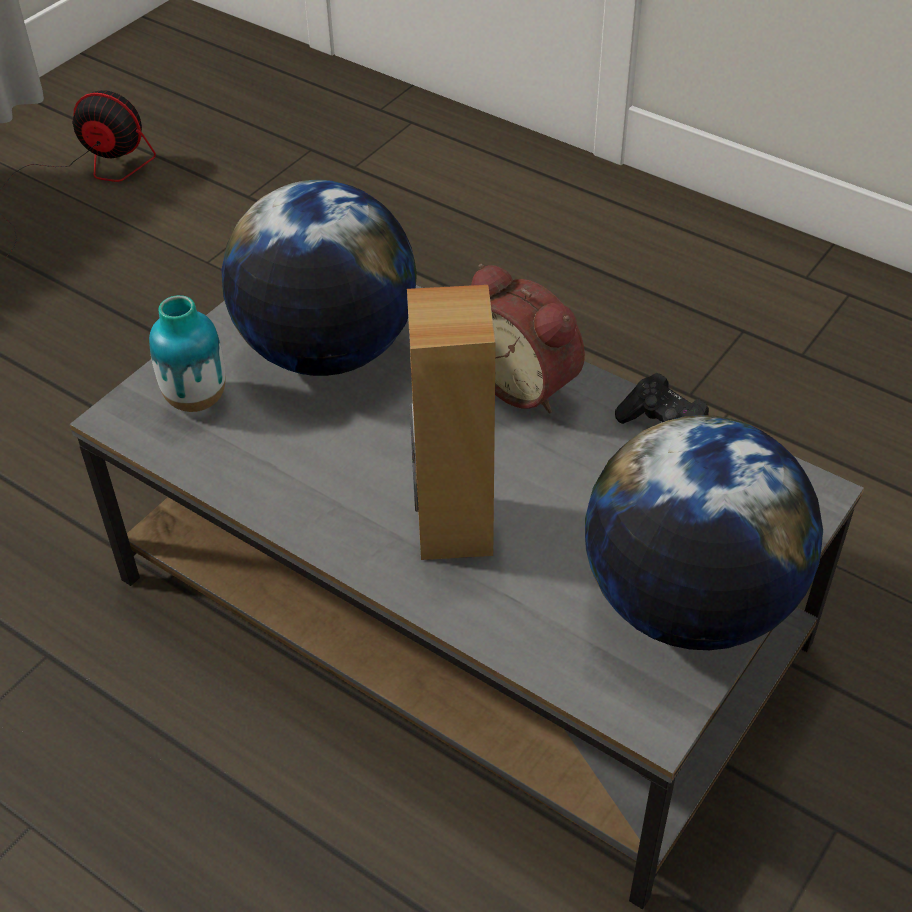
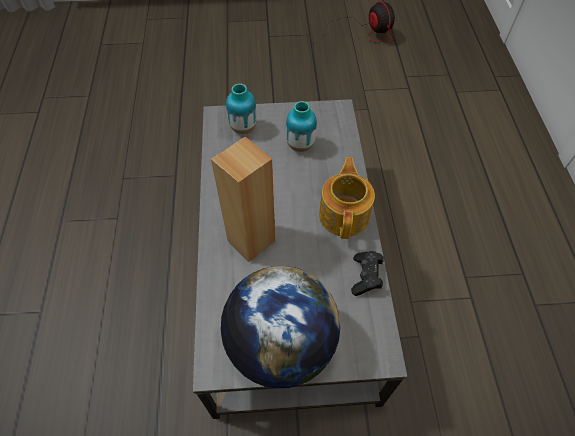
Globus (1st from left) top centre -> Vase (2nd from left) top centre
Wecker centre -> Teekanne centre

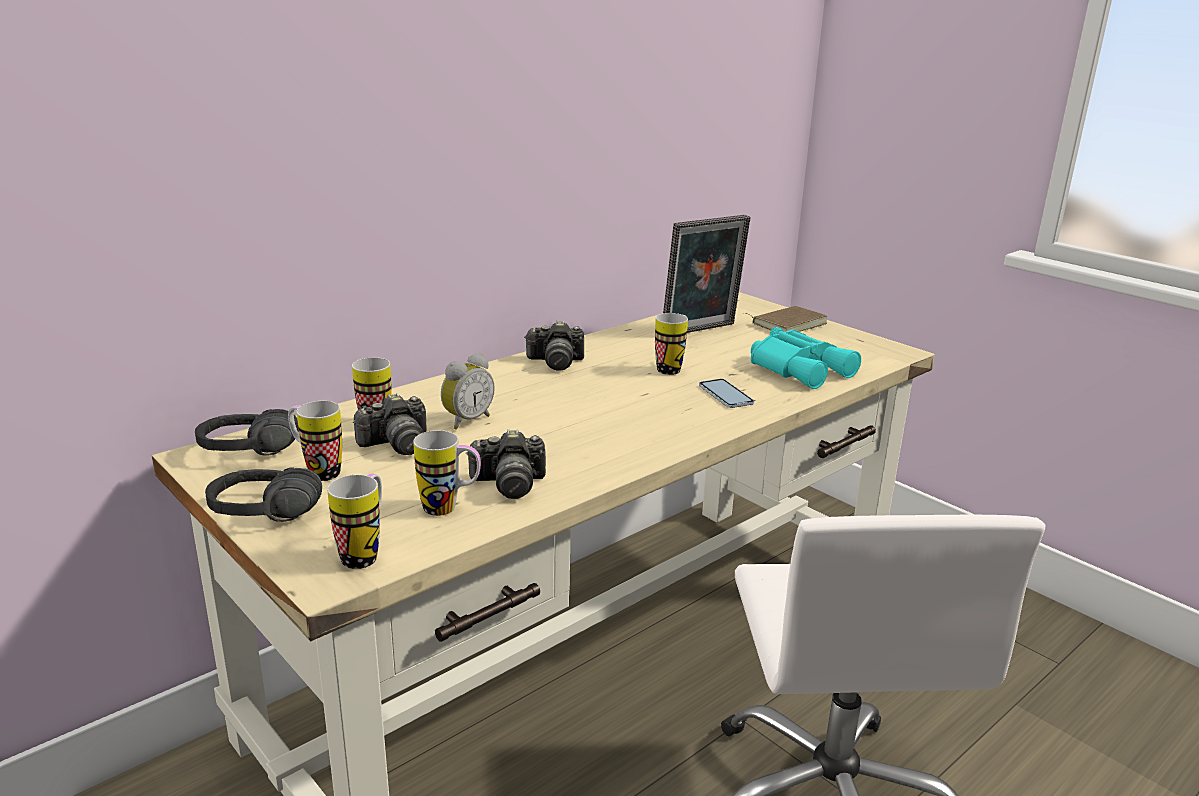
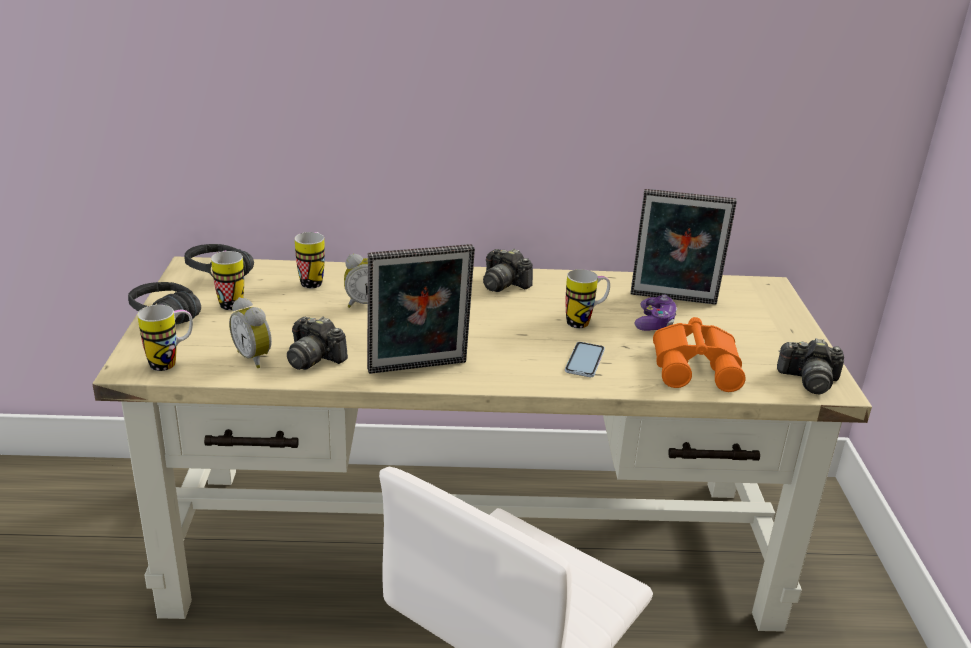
Buch/braun centre -> none
none -> Bilderrahmen (1st from left) centre
none -> Gamepad middle right
Kamera (1st from left in the first image) middle left -> Kamera (3rd from left) middle right, moved
Henkelbecher (4th from left) centre -> Wecker (1st from left) middle left
Fernglas/türkis middle right -> Fernglas/orange middle right

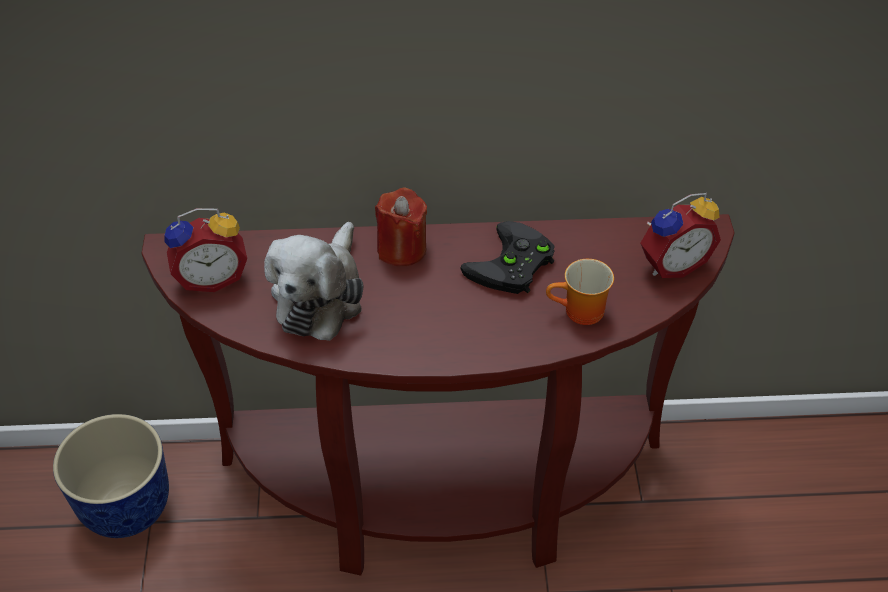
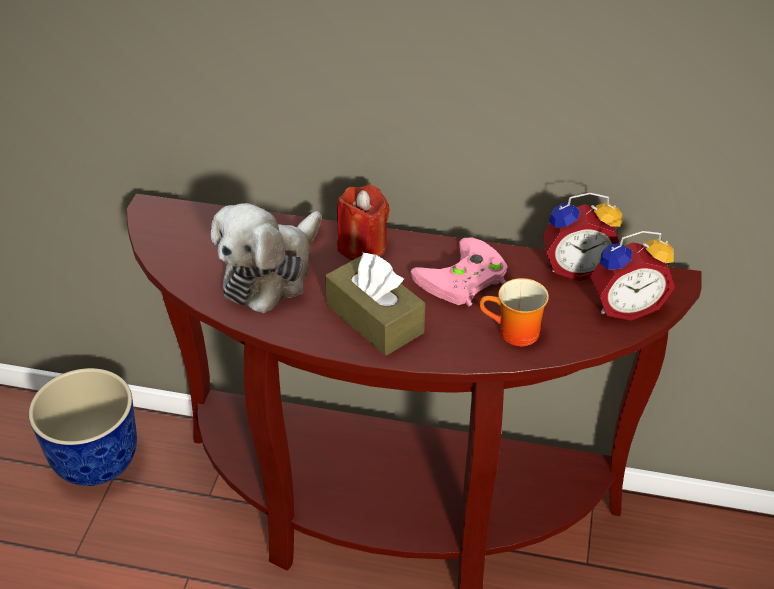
none -> Taschentuchbox/braun centre
Wecker (1st from left) middle left -> Wecker (1st from left) middle right, moved
Gamepad/schwarz centre -> Gamepad/rosa centre

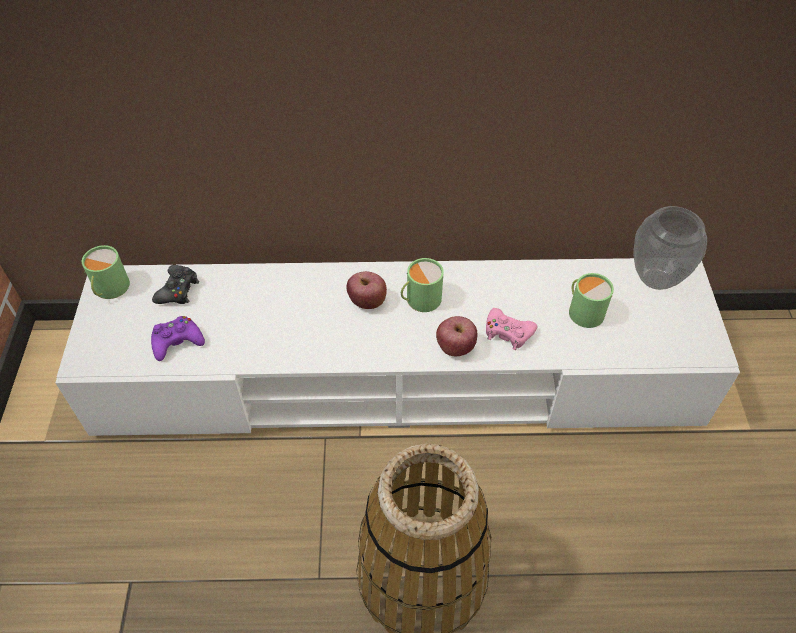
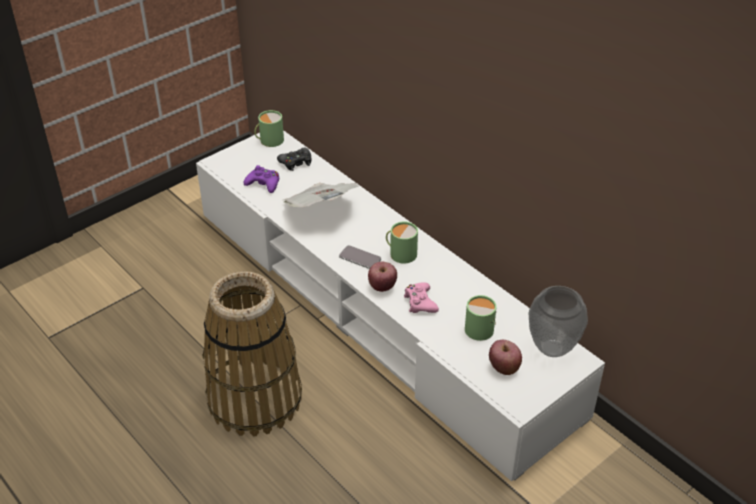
none -> Zeitung centre
none -> Handy centre
Apfel (1st from left in the first image) centre -> Apfel (2nd from left) bottom right, moved

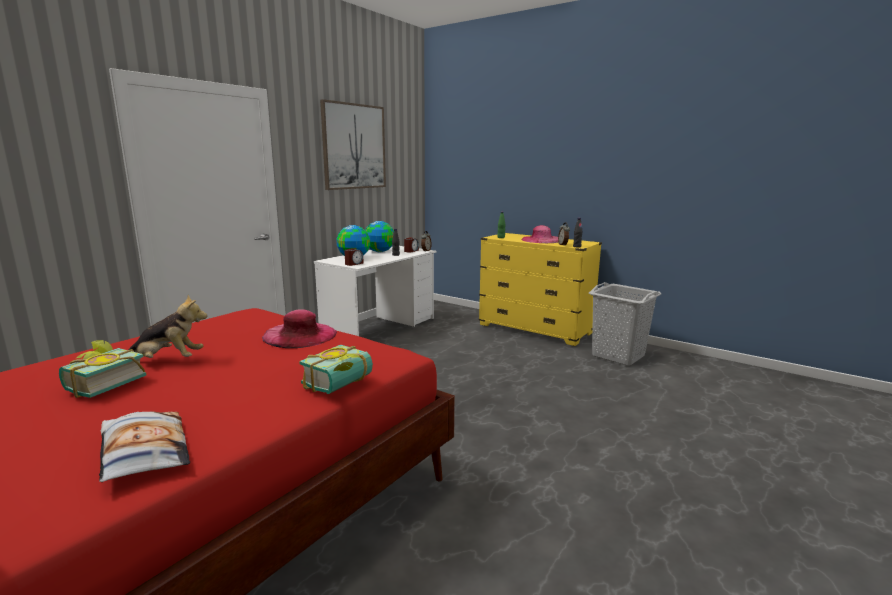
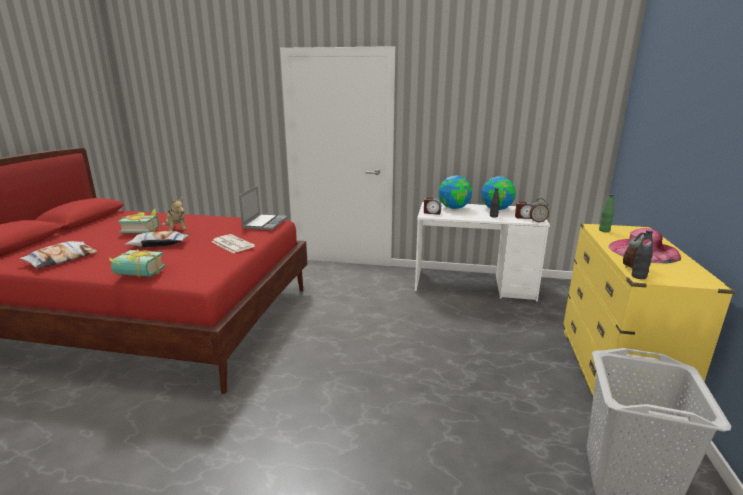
Bild top centre -> none
none -> Kissen (2nd from left) middle left
none -> Laptop centre
Hut/rosa (1st from left) centre -> Zeitung middle left

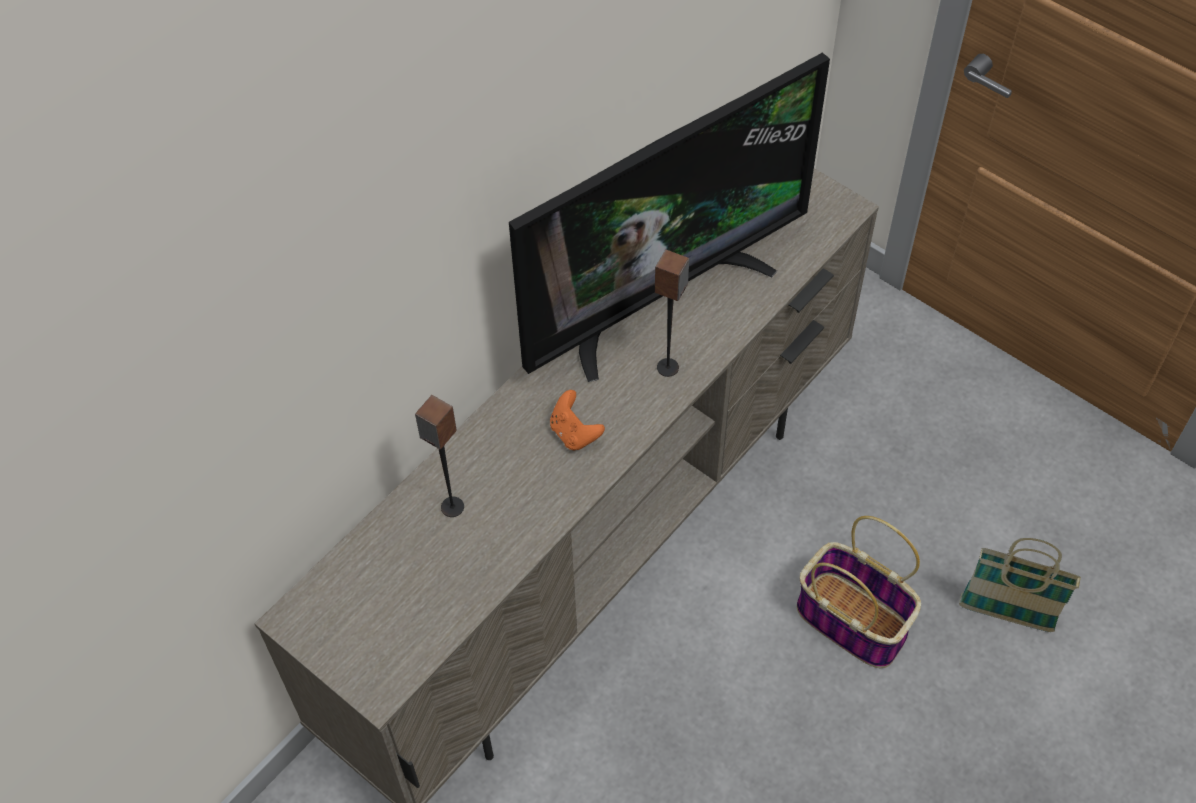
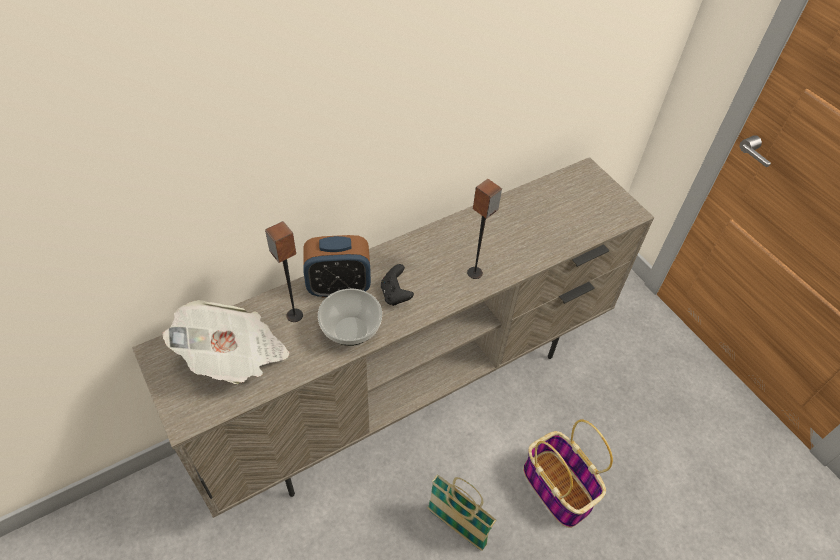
Fernseher top centre -> none
none -> Zeitung middle left
none -> Wecker centre
none -> Schüssel centre
Korb (2nd from left in the first image) bottom right -> Korb (1st from left) bottom centre, moved
Gamepad/orange centre -> Gamepad/schwarz centre

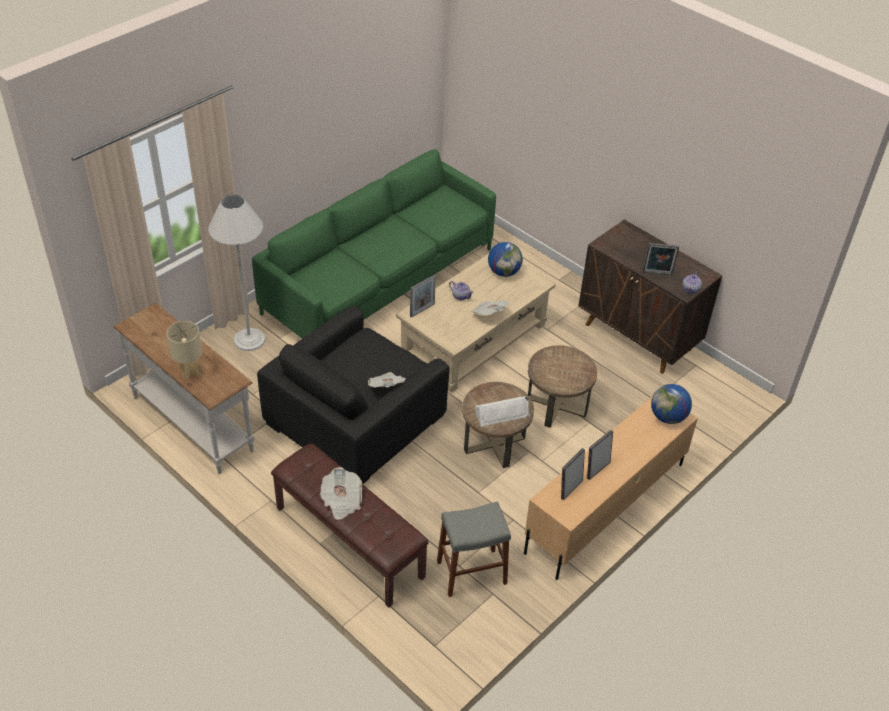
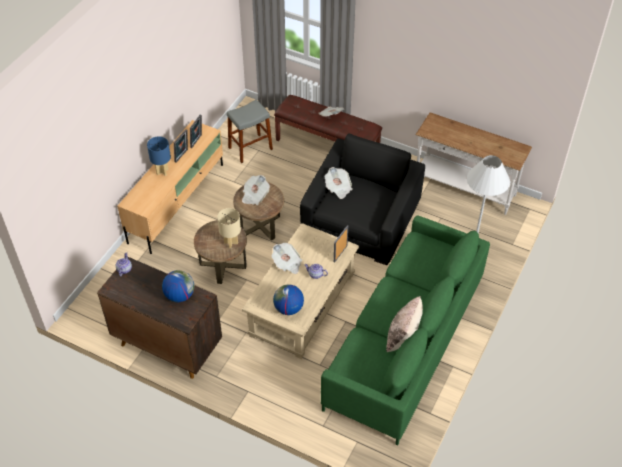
Bilderrahmen (4th from left) middle right -> none
none -> Tischlampe/blau middle left
none -> Kissen/beige bottom centre
Tischlampe/beige middle left -> Tischlampe/beige centre, moved
Globus (2nd from left in the first image) middle right -> Globus (1st from left) middle left, moved
Lautsprecher/weiß centre -> Zeitung (1st from left) centre

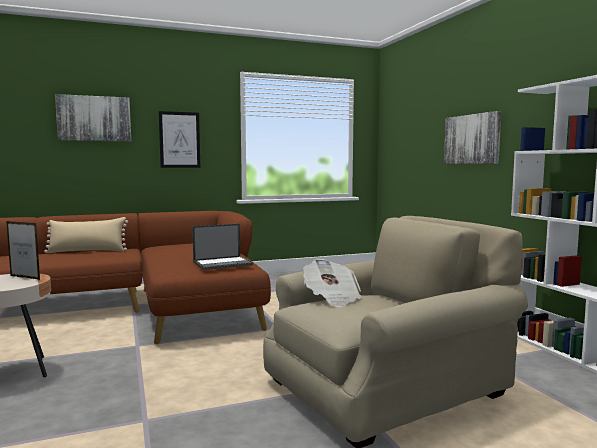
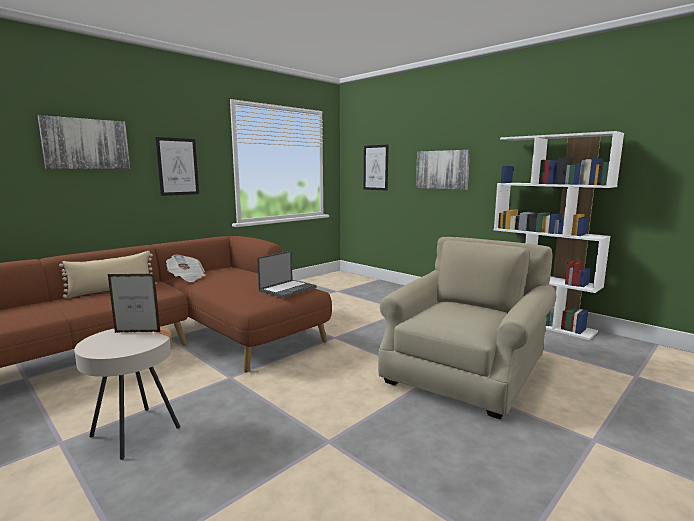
none -> Bild (3rd from left) top centre
Zeitung centre -> Zeitung middle left, moved

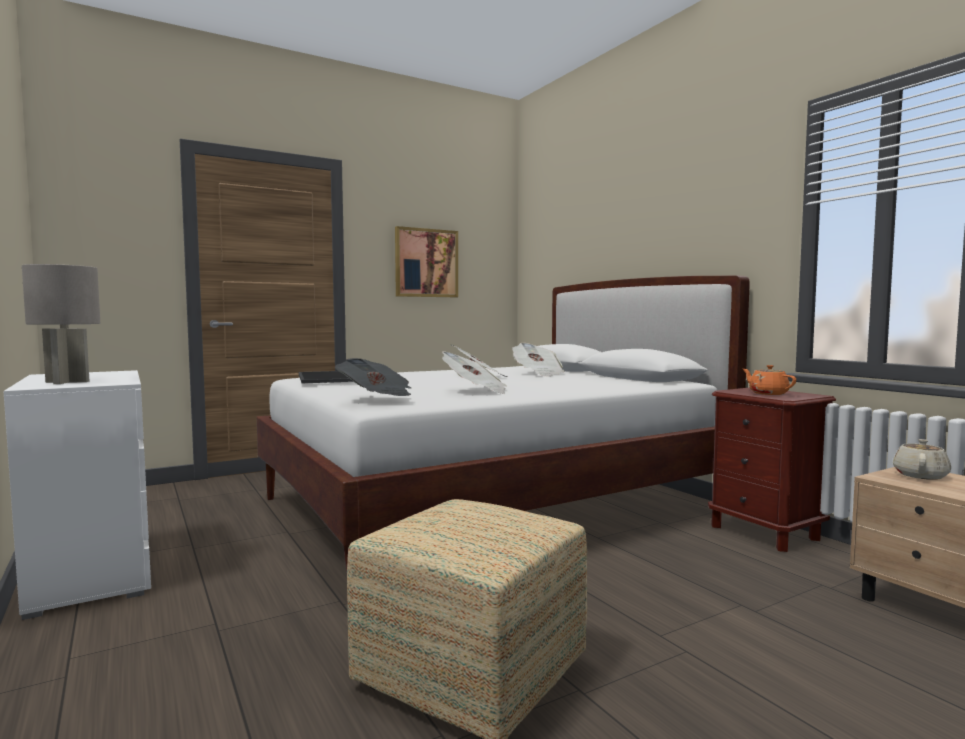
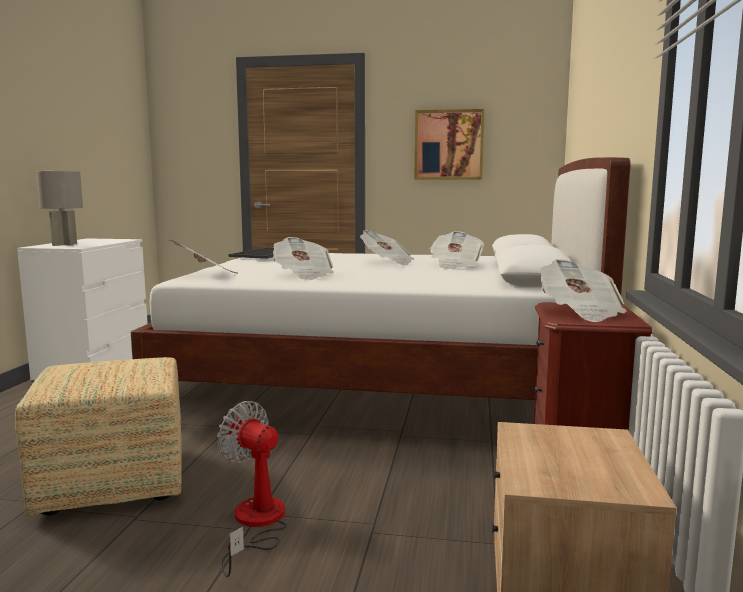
Teekanne/beige middle right -> none
none -> Ventilator bottom centre
Teekanne/orange middle right -> Zeitung (5th from left) middle right

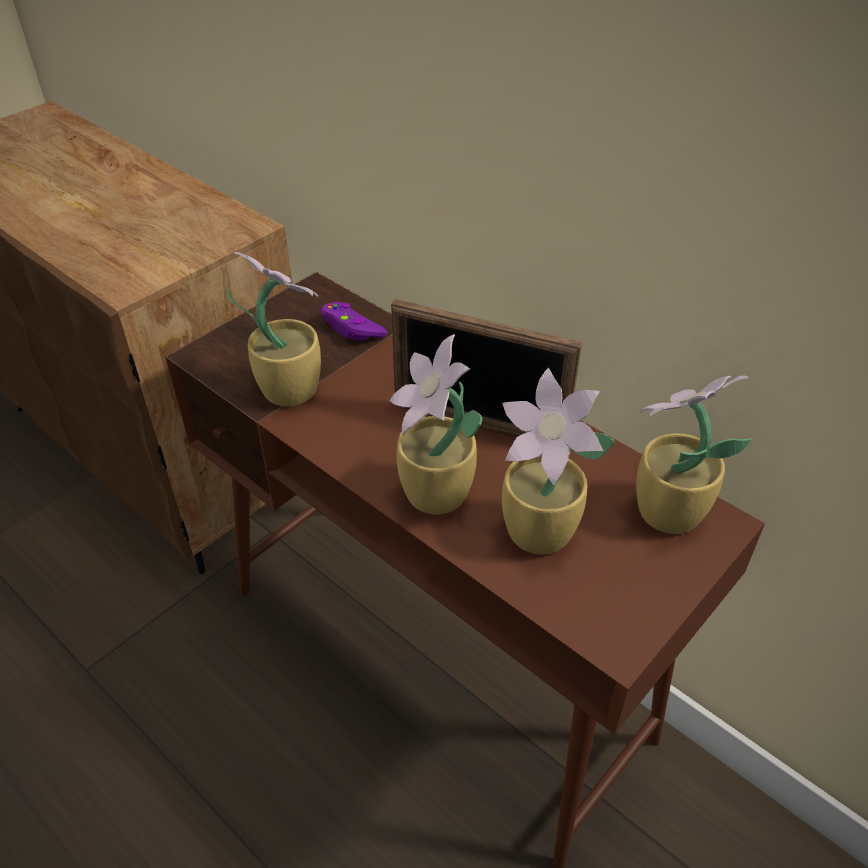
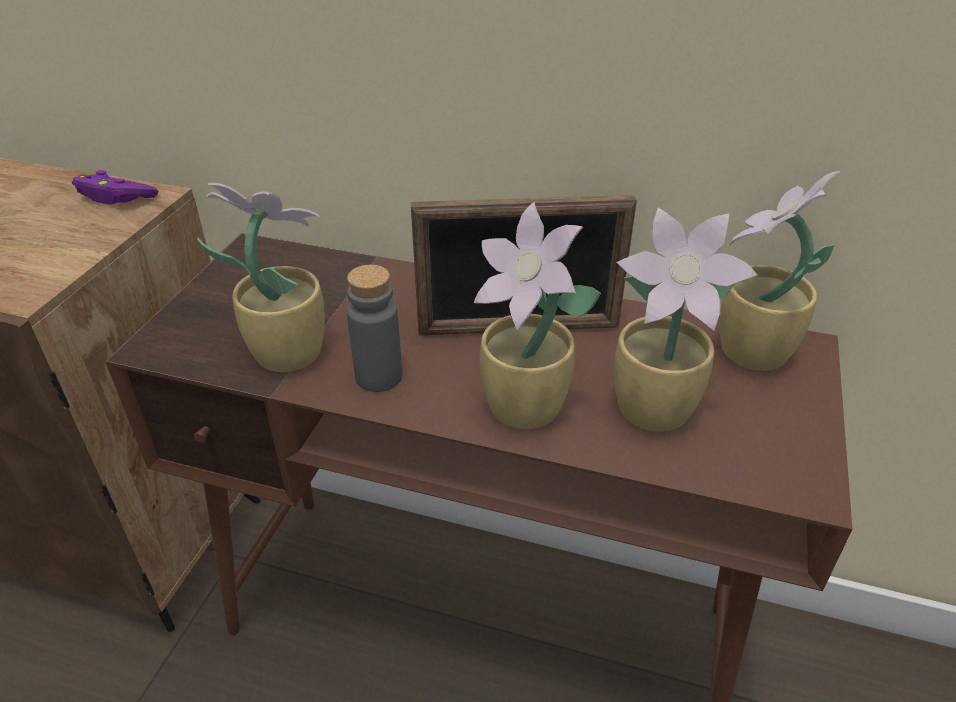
none -> Flasche/grau centre
Gamepad/lila centre -> Gamepad/lila top left, moved

